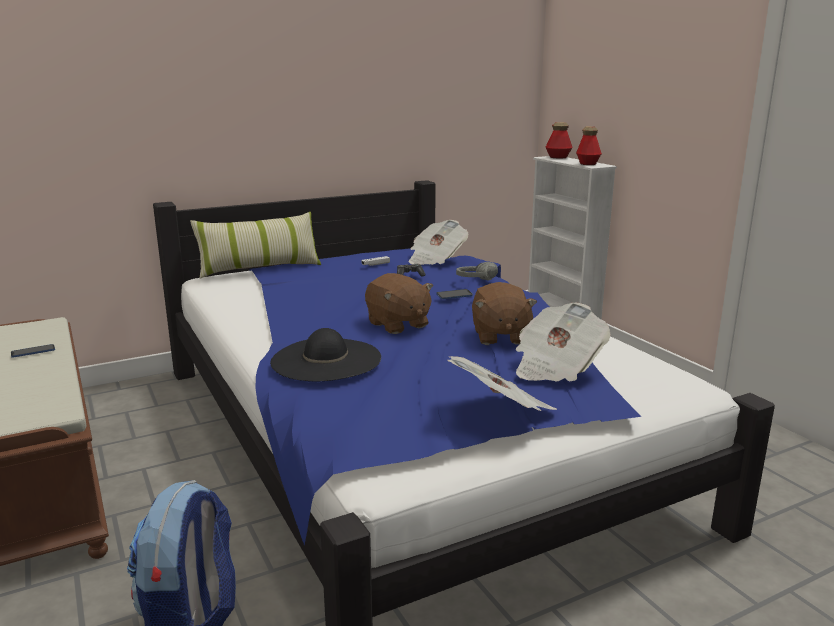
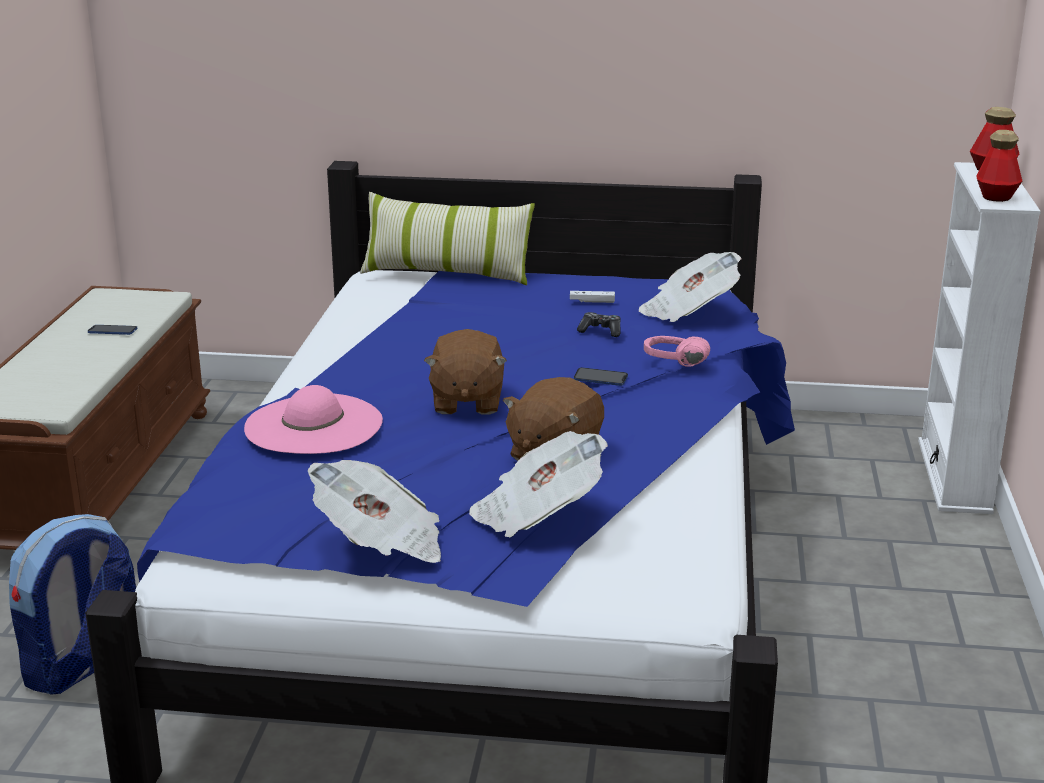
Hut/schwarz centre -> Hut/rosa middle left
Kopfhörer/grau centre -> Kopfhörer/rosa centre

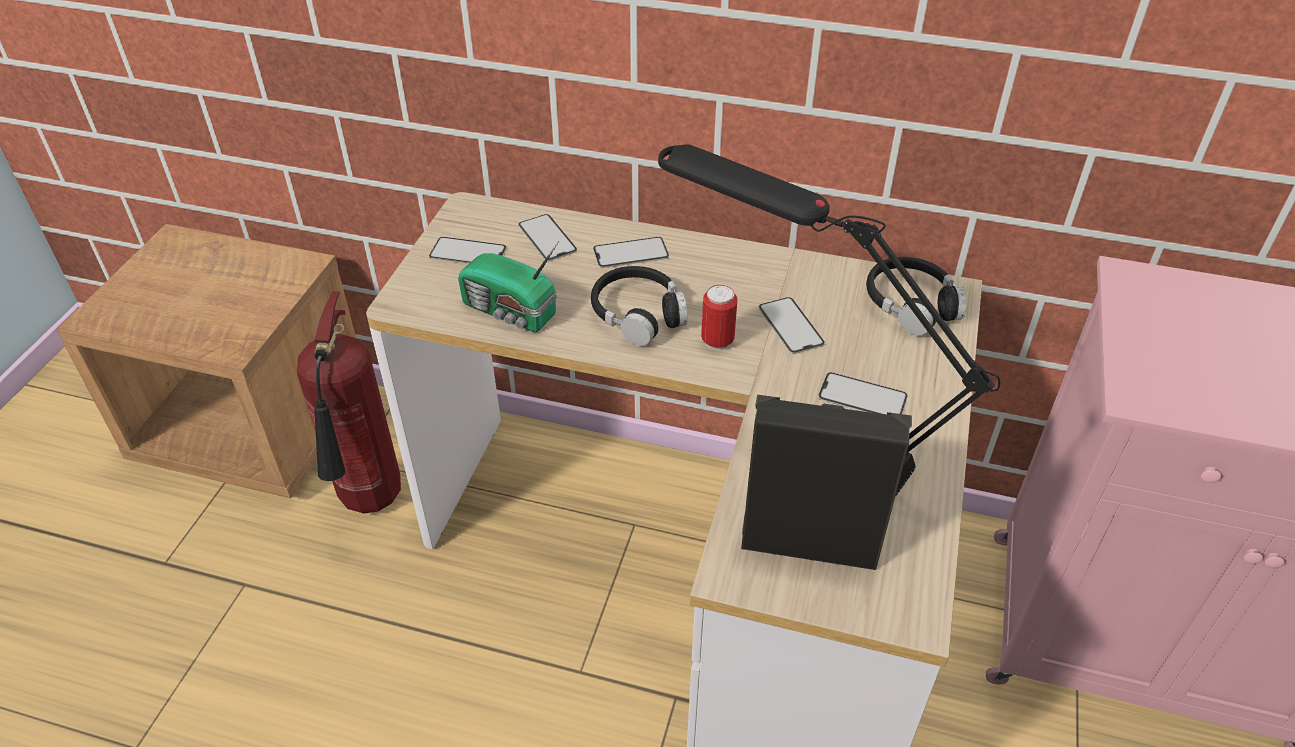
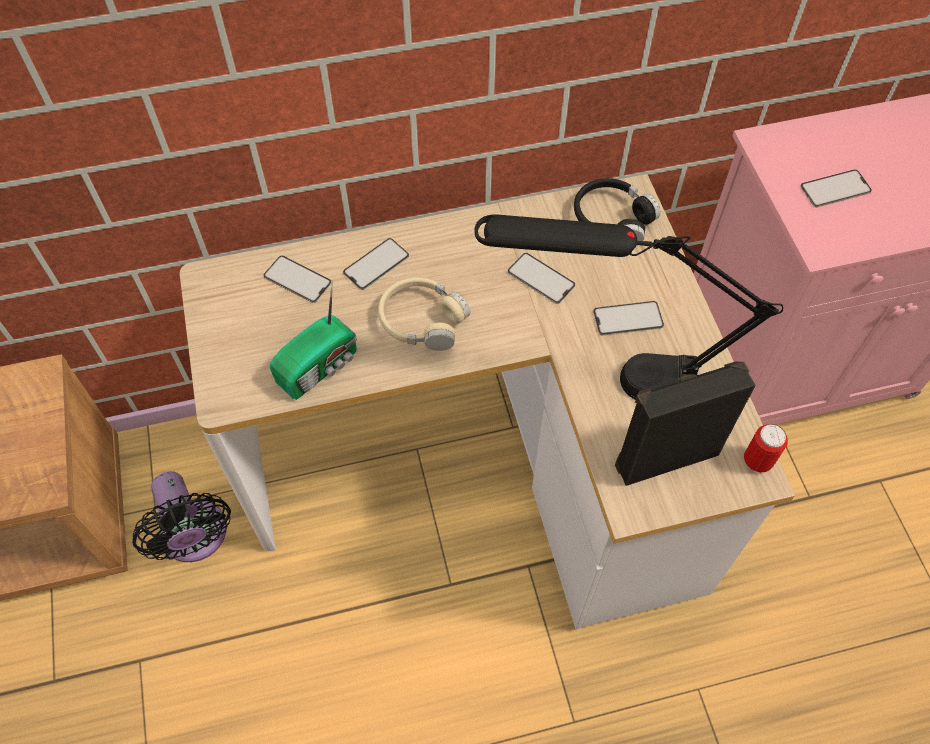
Handy (1st from left in the first image) centre -> Handy (5th from left) top right, moved
Dose centre -> Dose middle right, moved
Feuerlöscher middle left -> Ventilator/schwarz bottom left
Kopfhörer/schwarz (1st from left) centre -> Kopfhörer/beige centre
Radio centre, 45 degrees counterclockwise

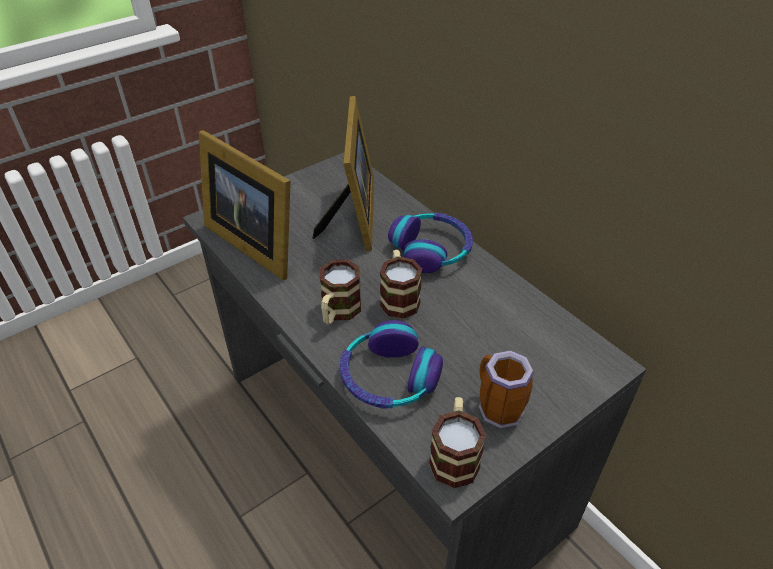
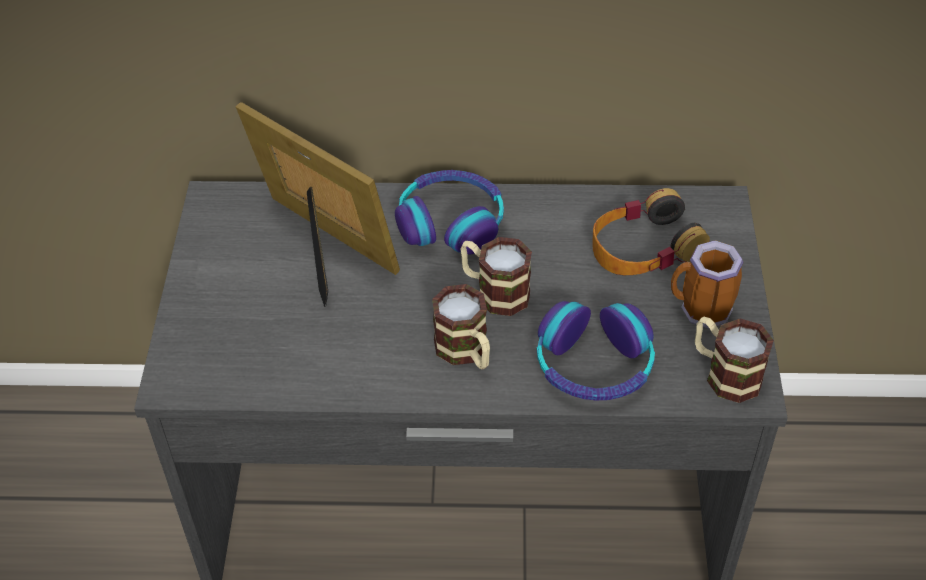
Bilderrahmen (1st from left) middle left -> none
none -> Kopfhörer (3rd from left) middle right

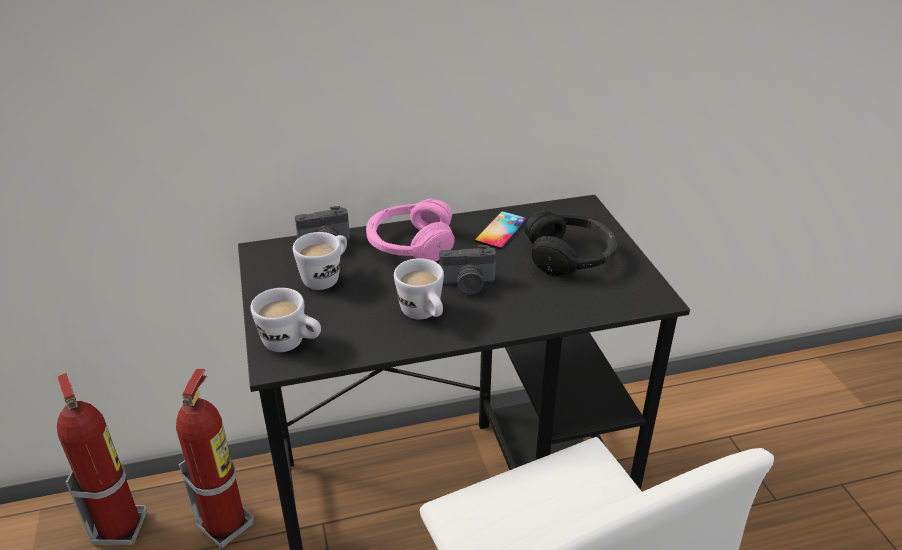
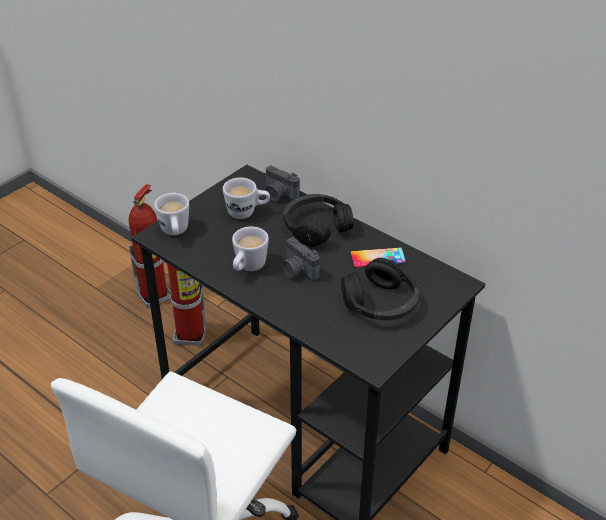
Kopfhörer/rosa centre -> Kopfhörer/schwarz (1st from left) centre

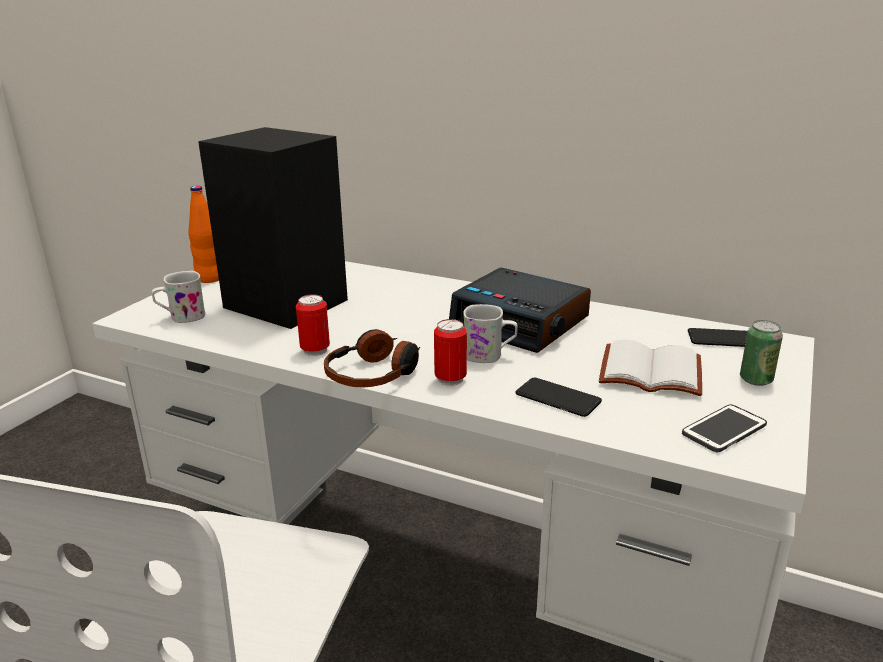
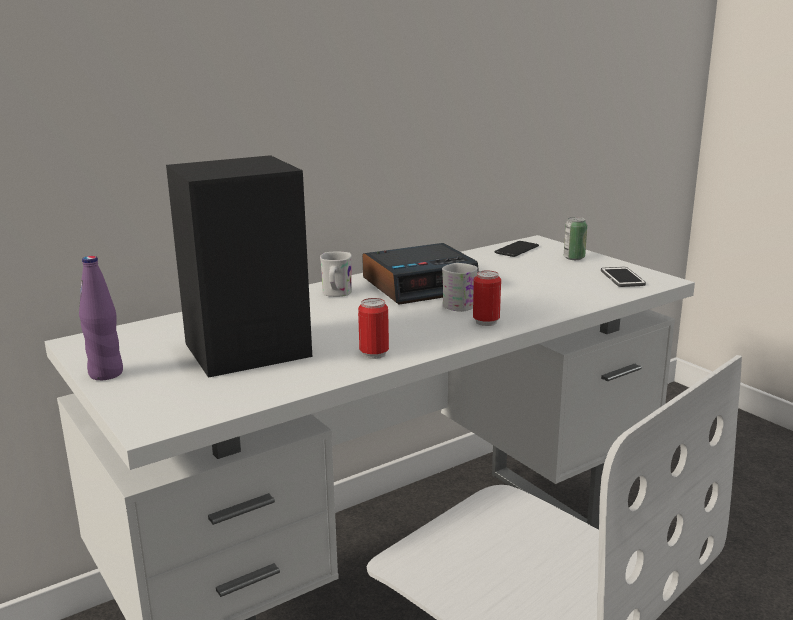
Kopfhörer centre -> none
Handy (1st from left) centre -> none
Buch/weiß middle right -> none
Henkelbecher/weiß (1st from left) middle left -> Henkelbecher/weiß (1st from left) centre, moved
Flasche/orange middle left -> Flasche/lila middle left

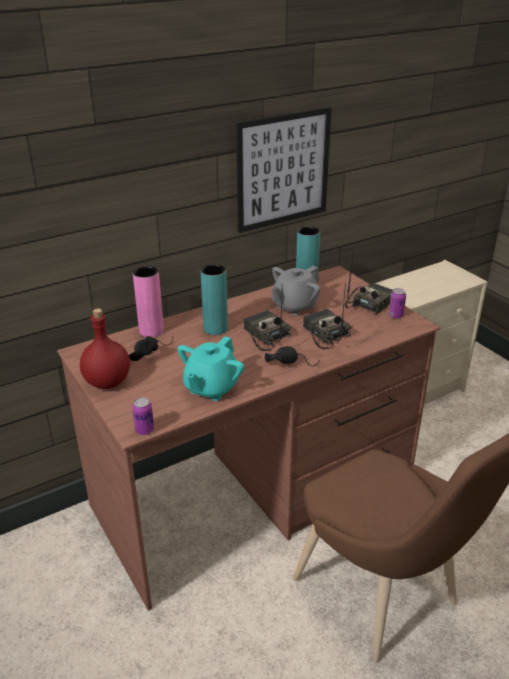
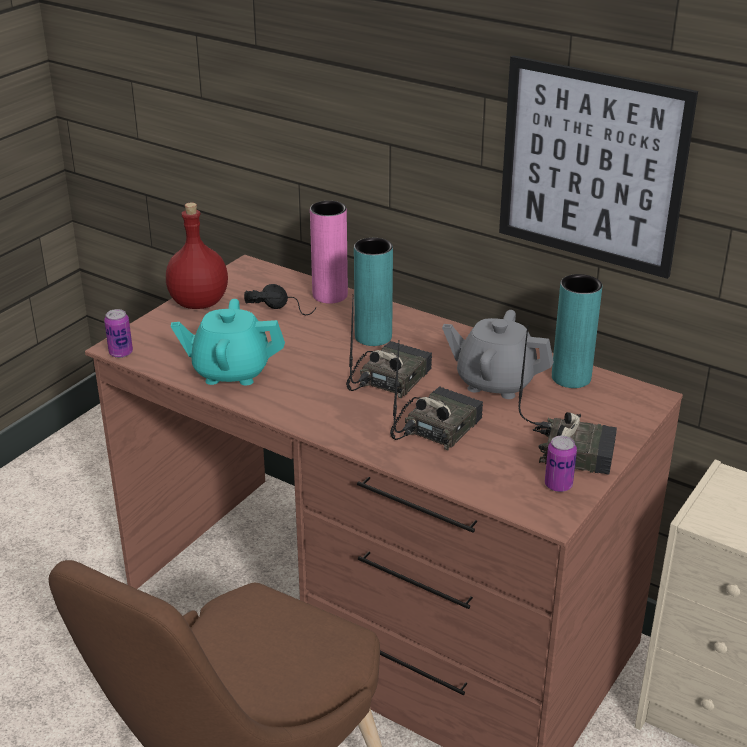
Kopfhörer/schwarz (2nd from left) centre -> none

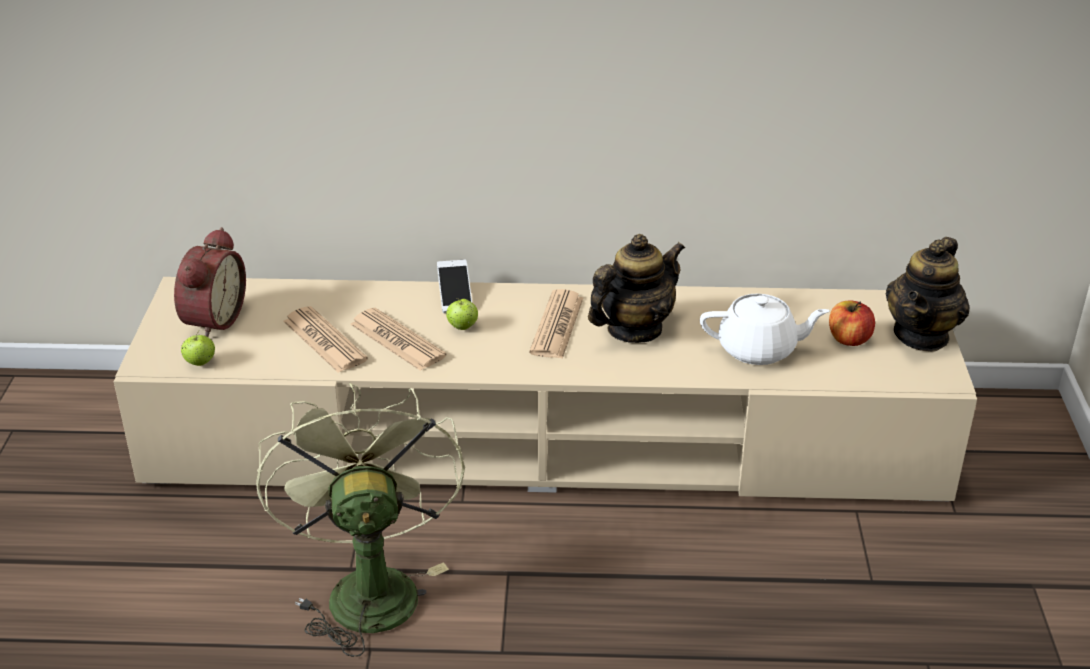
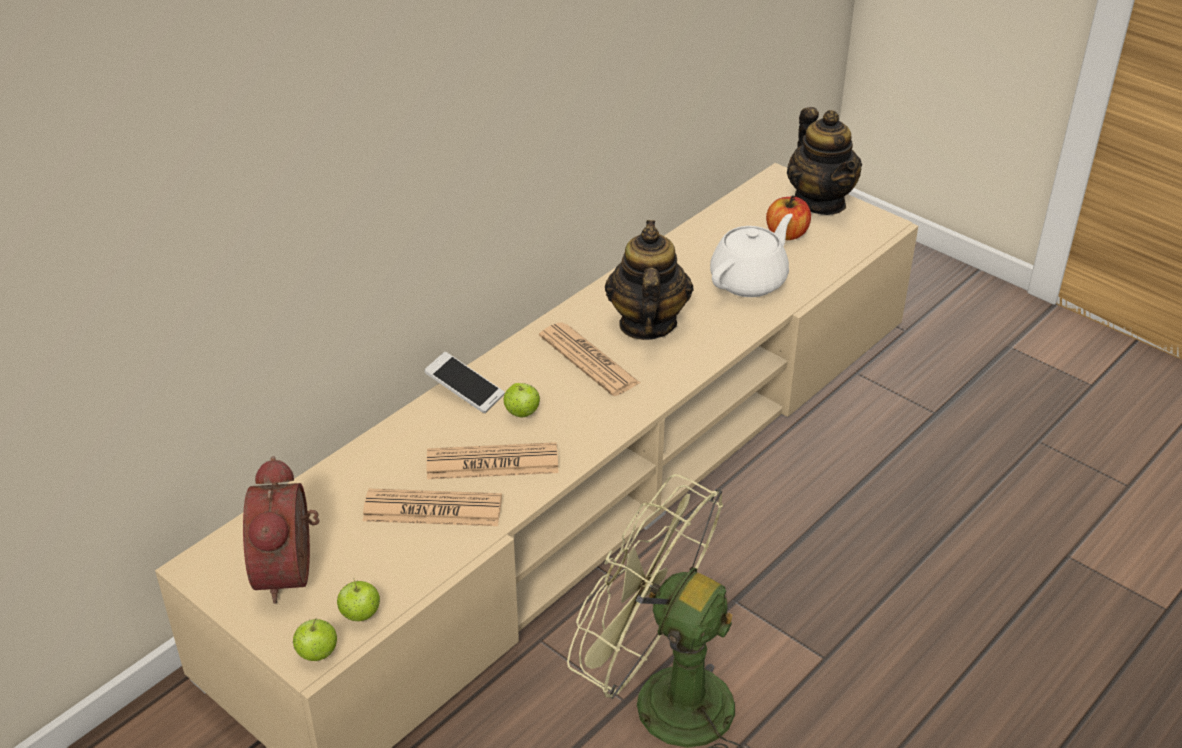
none -> Apfel (1st from left) bottom left
Wecker middle left -> Wecker bottom left, 150 degrees counterclockwise

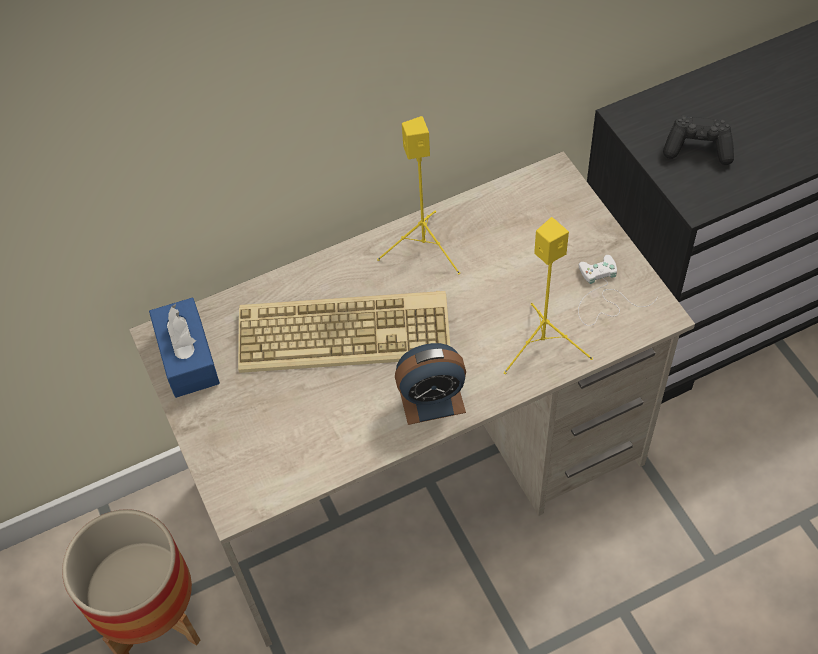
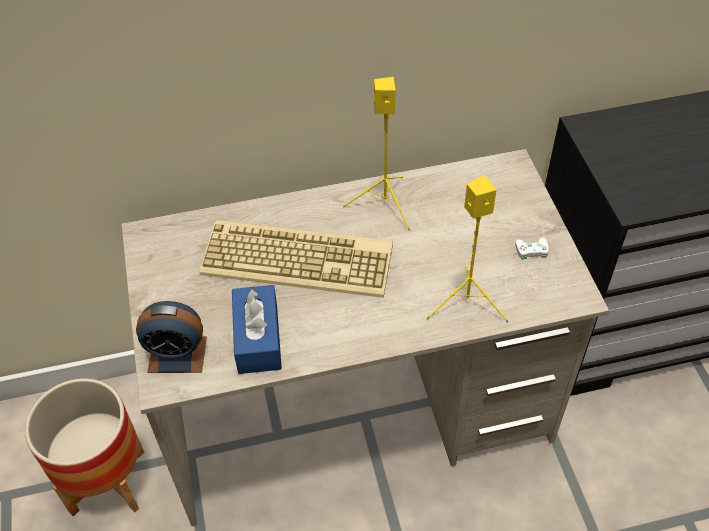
Gamepad/schwarz top right -> none
Taschentuchbox/blau middle left -> Taschentuchbox/blau centre, moved
Wecker centre -> Wecker middle left, moved

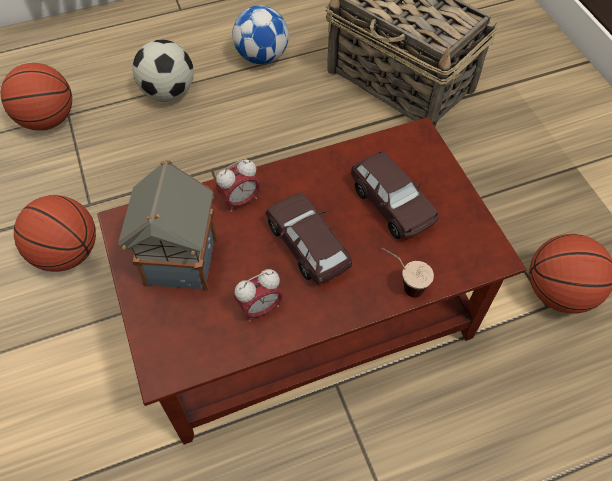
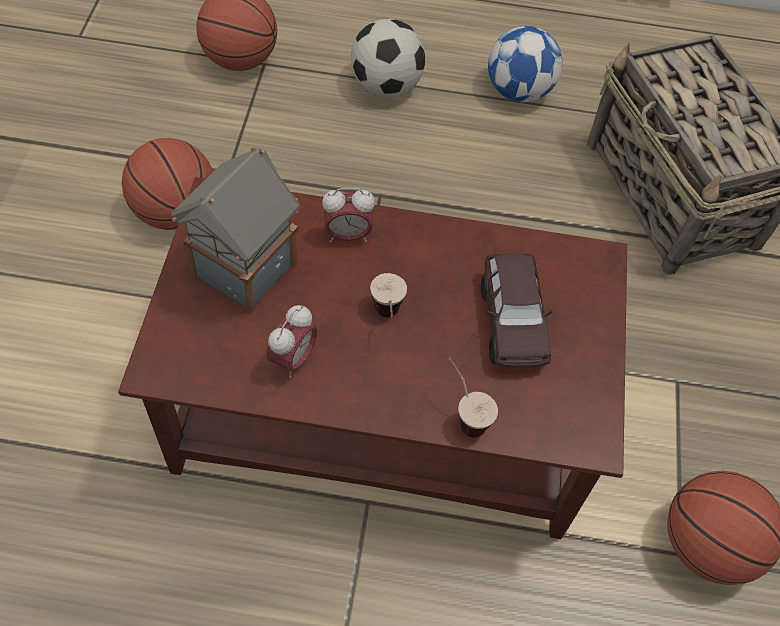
Spielzeugauto/braun (1st from left) centre -> Tasse (1st from left) centre
Wecker (2nd from left in the first image) centre -> Wecker (1st from left) centre, 60 degrees counterclockwise

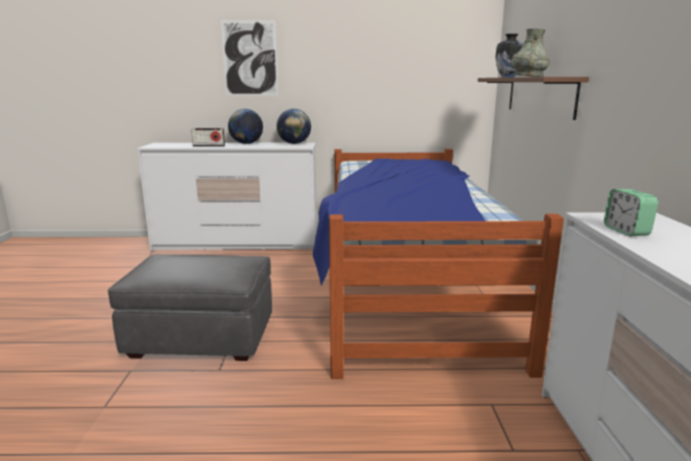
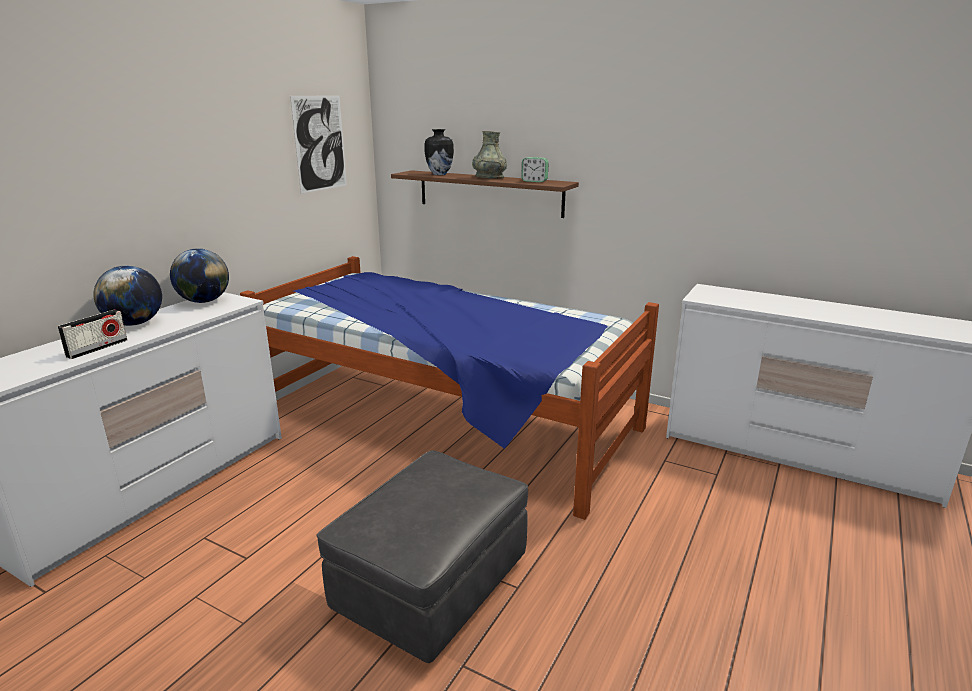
Bild top centre -> Bild top left, moved
Wecker middle right -> Wecker top centre, moved

